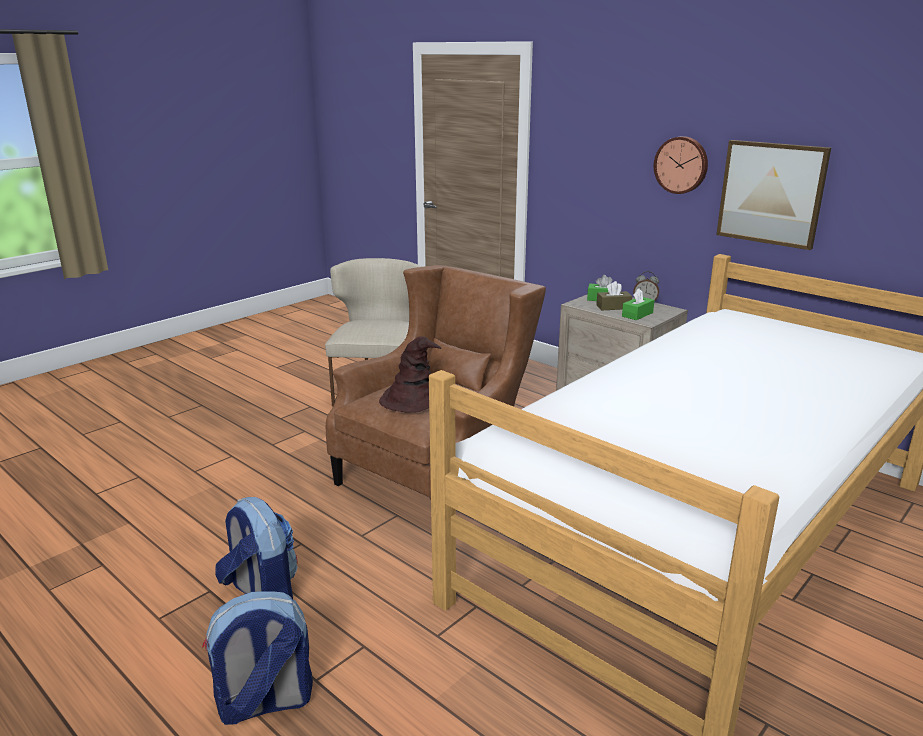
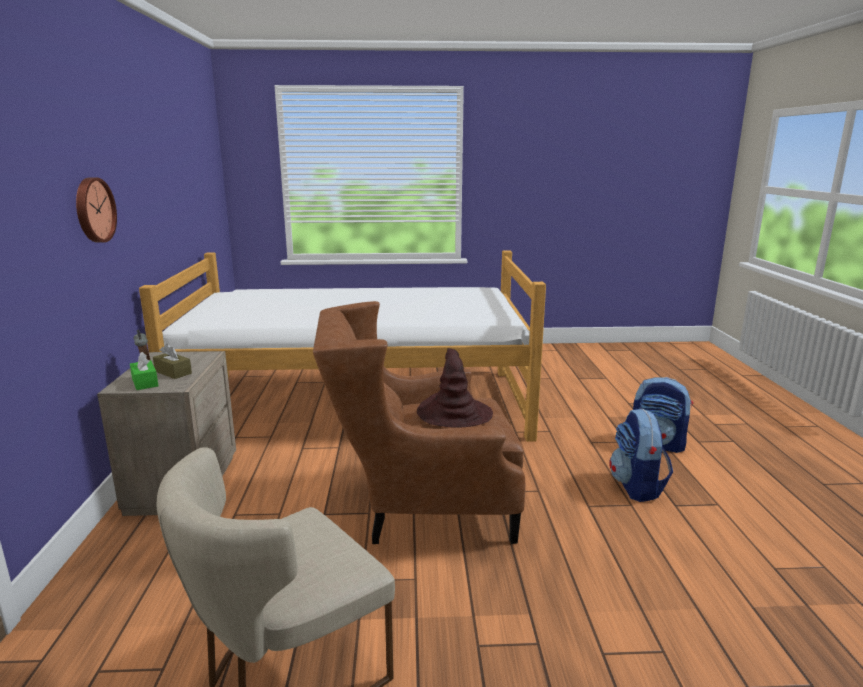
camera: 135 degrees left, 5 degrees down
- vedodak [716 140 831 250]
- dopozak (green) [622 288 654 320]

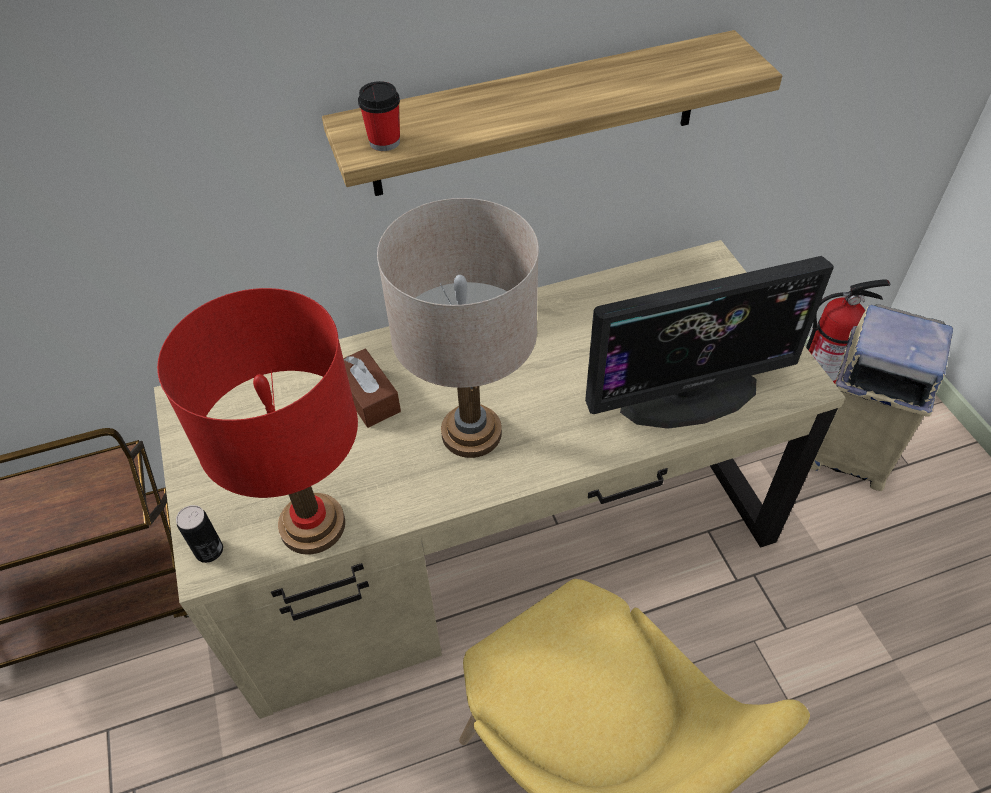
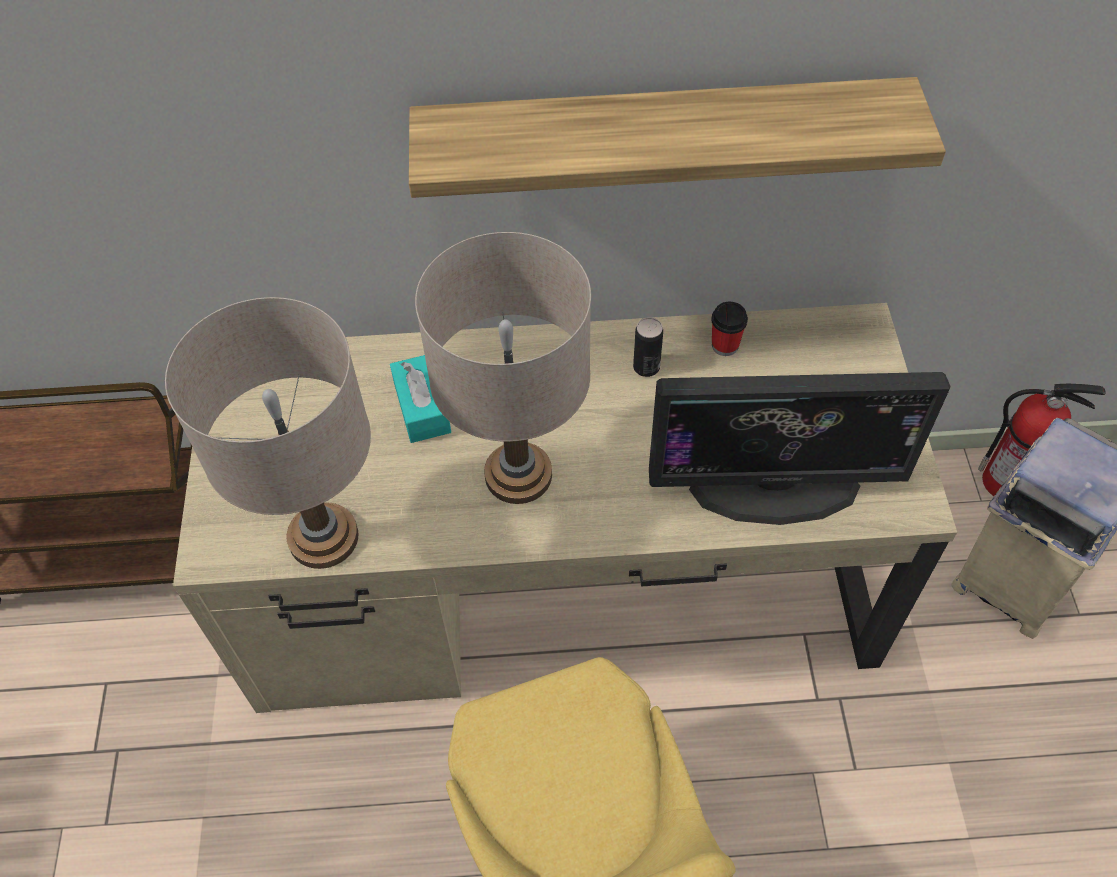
camera: 15 degrees right, 5 degrees up
~ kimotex [358 81 400 151] to [711 302 748 356]
~ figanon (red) [157 288 358 554] to figanon (beige) [165 297 371 569]
~ dopozak (brown) [343 349 401 428] to dopozak (turquoise) [390 355 451 443]
~ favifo [176 505 223 563] to [633 317 663 377]

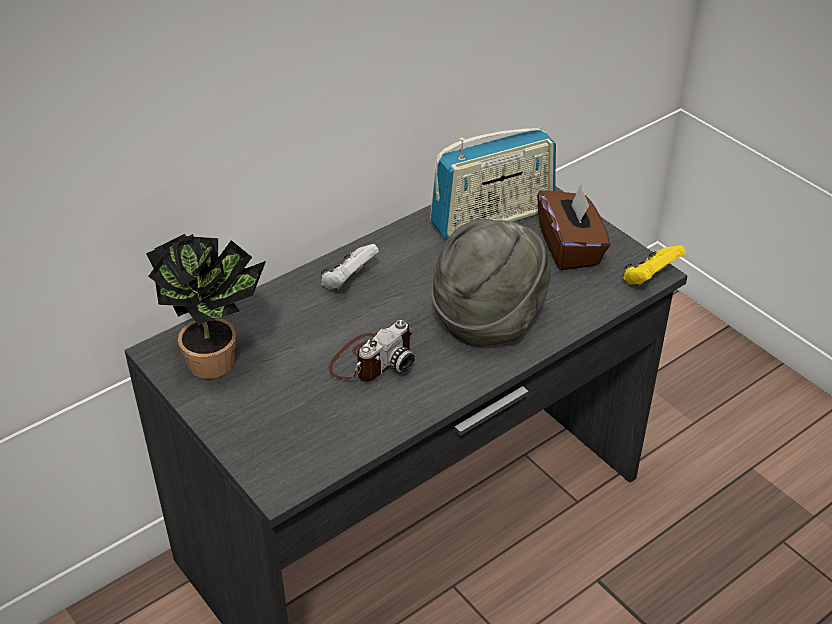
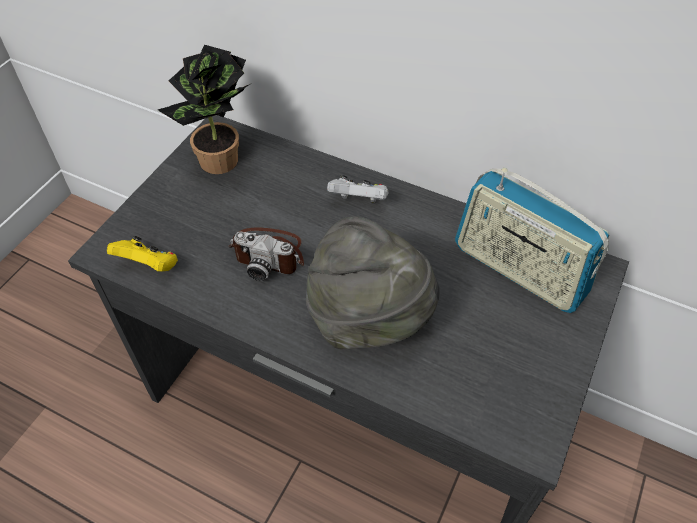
camera: 65 degrees right, 10 degrees up
- dopozak (brown) [537 185 610 270]
~ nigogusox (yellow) [624 245 686 286] to [107 236 178 272]

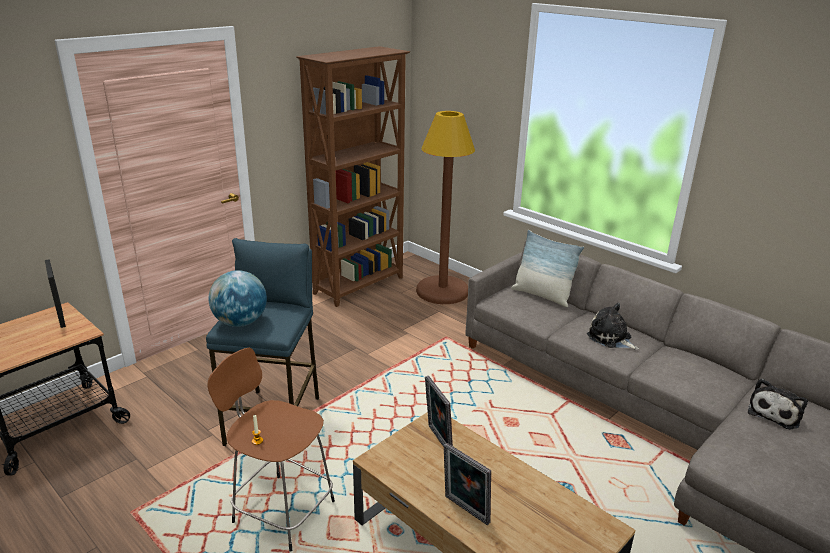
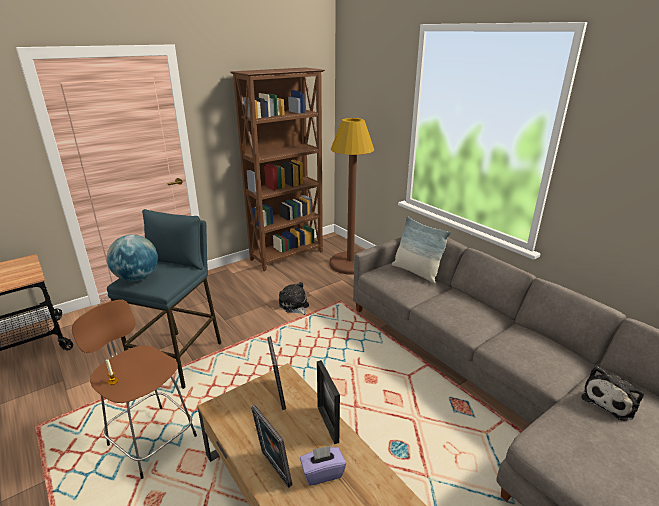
camera: 10 degrees right, 0 degrees up
~ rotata [45 259 66 328] to [317 360 340 444]
~ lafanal [587 303 639 350] to [279 282 309 315]
+ dopozak (purple) [300 446 346 486]

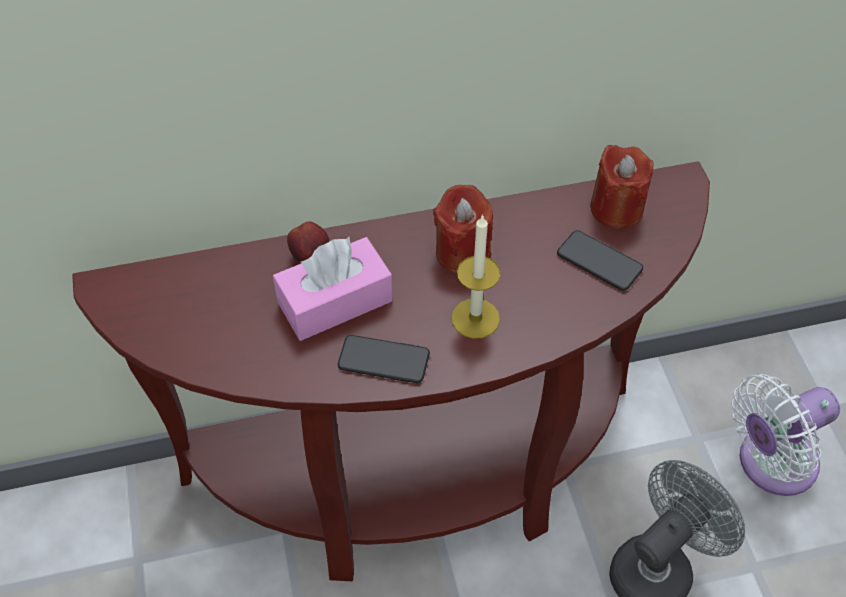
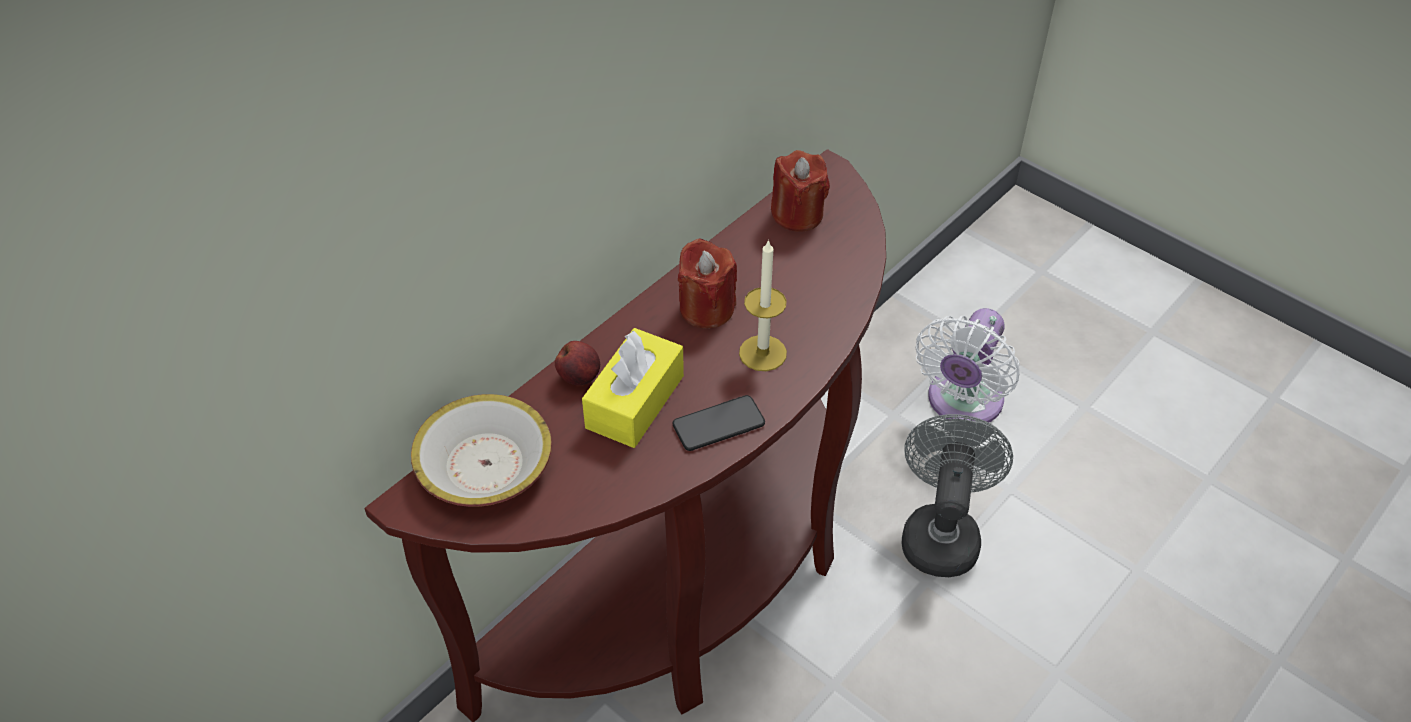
camera: 35 degrees left, 5 degrees down
- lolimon [557 230 643 291]
~ dopozak (pink) [273 237 393 341] to dopozak (yellow) [582 328 684 448]
+ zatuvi [411 394 552 507]

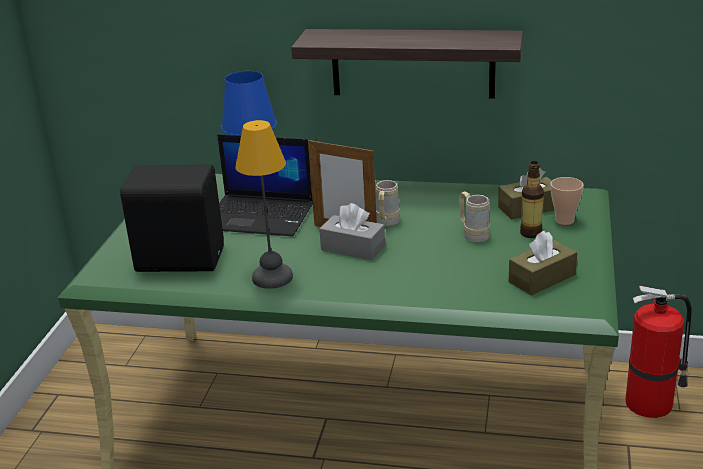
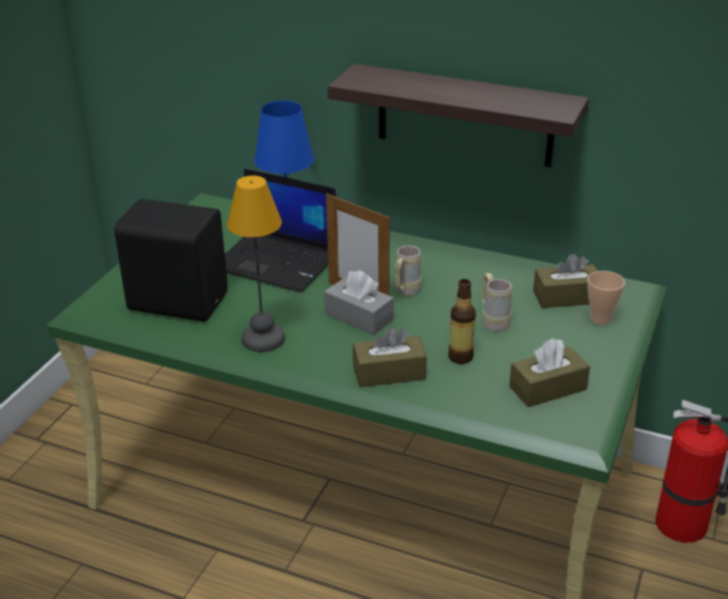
camera: 10 degrees right, 5 degrees up
~ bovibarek [520 161 544 238] to [448 279 476 364]
+ dopozak (brown) [353 327 427 387]

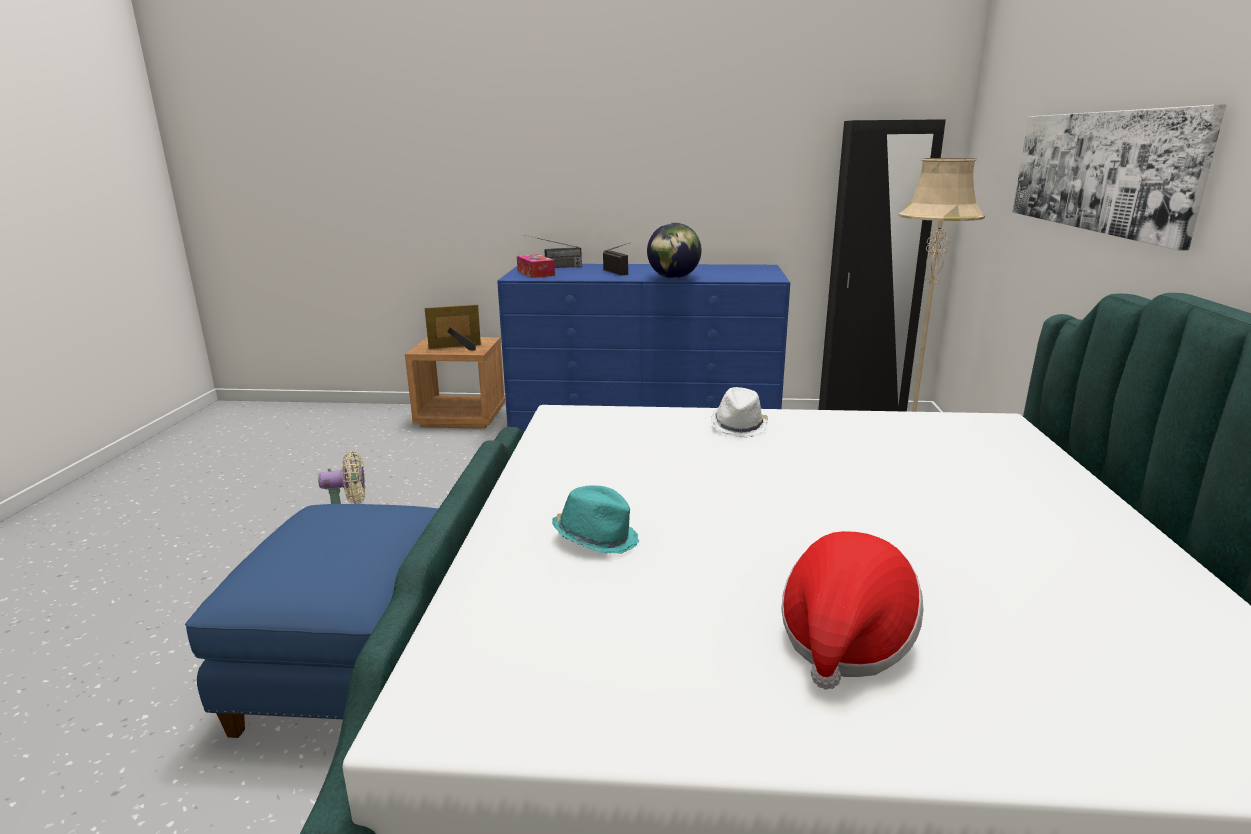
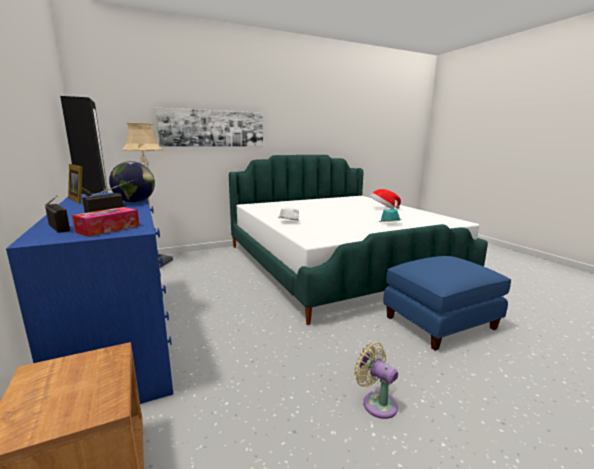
camera: 120 degrees left, 5 degrees down
~ rotata [424 304 481 350] to [68 164 92 204]

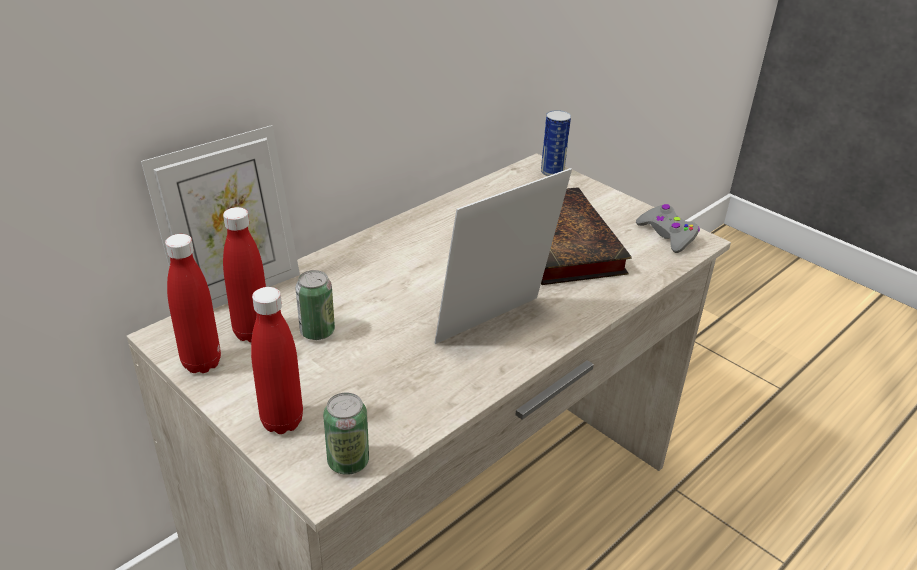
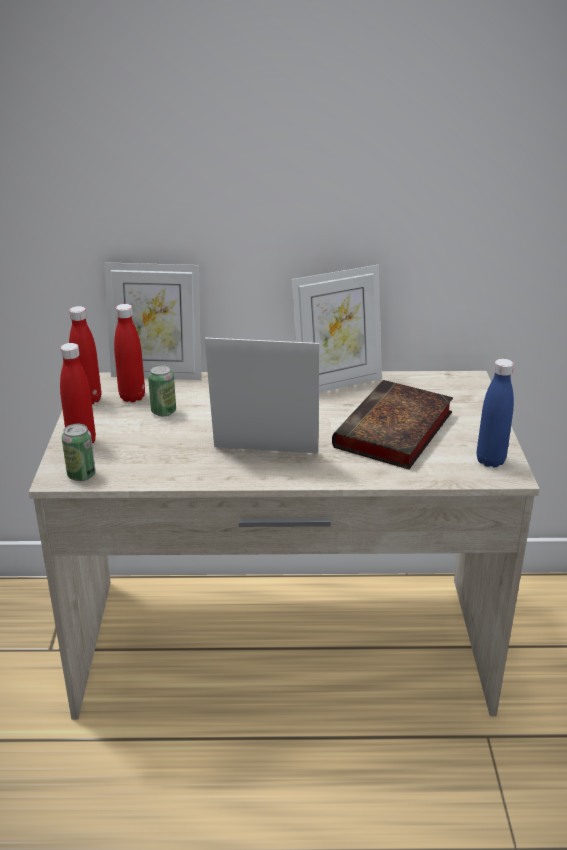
camera: 45 degrees right, 5 degrees down
- favifo [541 110 571 176]
~ nigogusox (grey) [636 204 700 253] to bovibarek (blue) [477 359 514 467]
+ rotata [291 265 382 393]

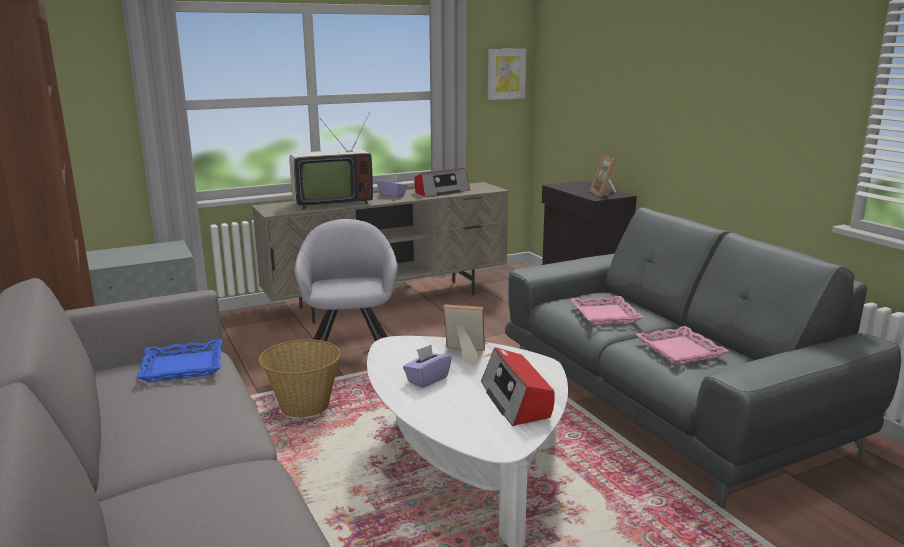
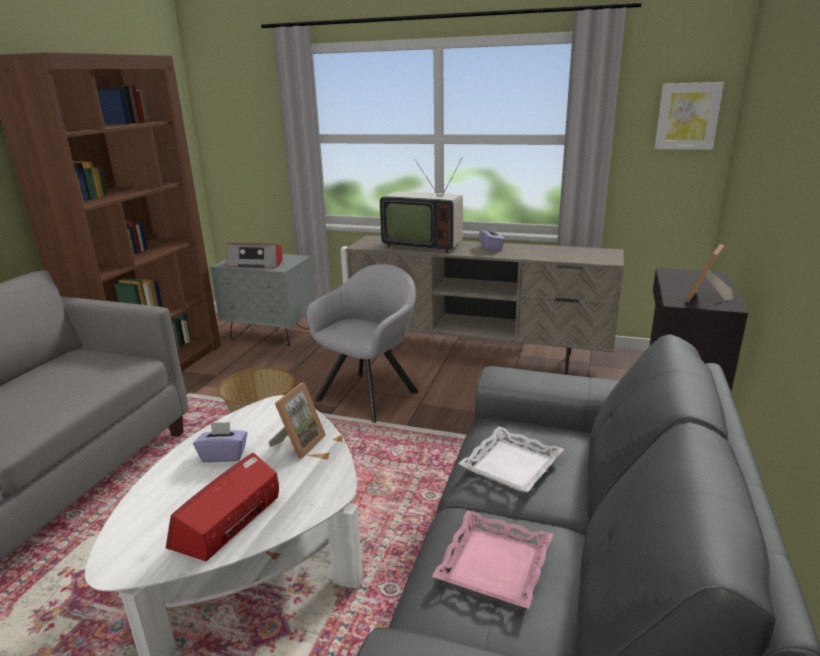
camera: 45 degrees right, 5 degrees up
~ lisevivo [414 168 470 197] to [225 243 283 268]
~ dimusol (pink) [571 296 644 325] to dimusol (white) [459 426 564 492]
~ rotata [443 304 485 365] = [269 382 326 459] 60 degrees clockwise
- dimusol (blue) [136 339 222 382]

